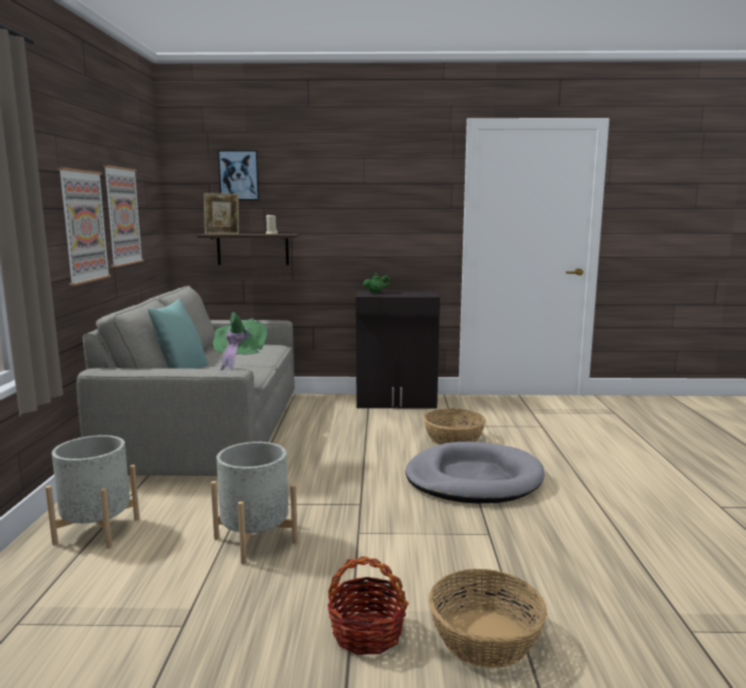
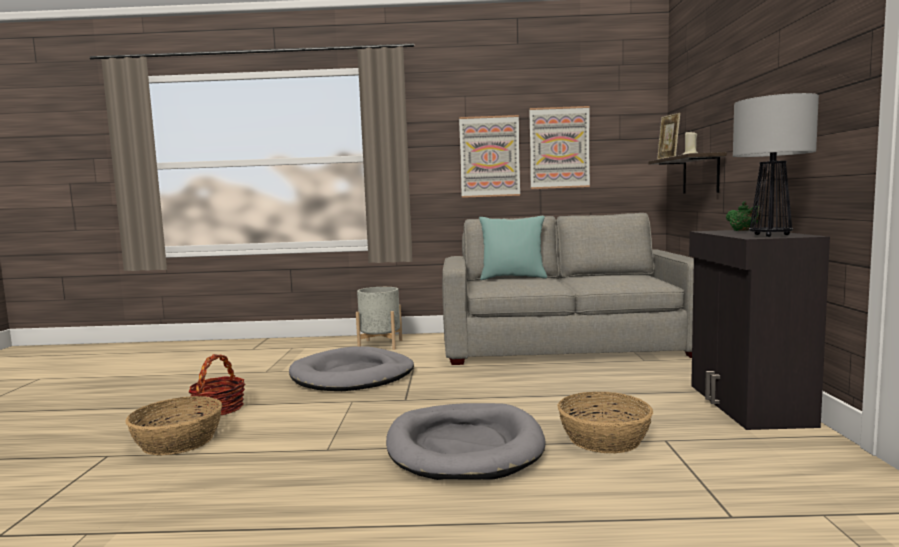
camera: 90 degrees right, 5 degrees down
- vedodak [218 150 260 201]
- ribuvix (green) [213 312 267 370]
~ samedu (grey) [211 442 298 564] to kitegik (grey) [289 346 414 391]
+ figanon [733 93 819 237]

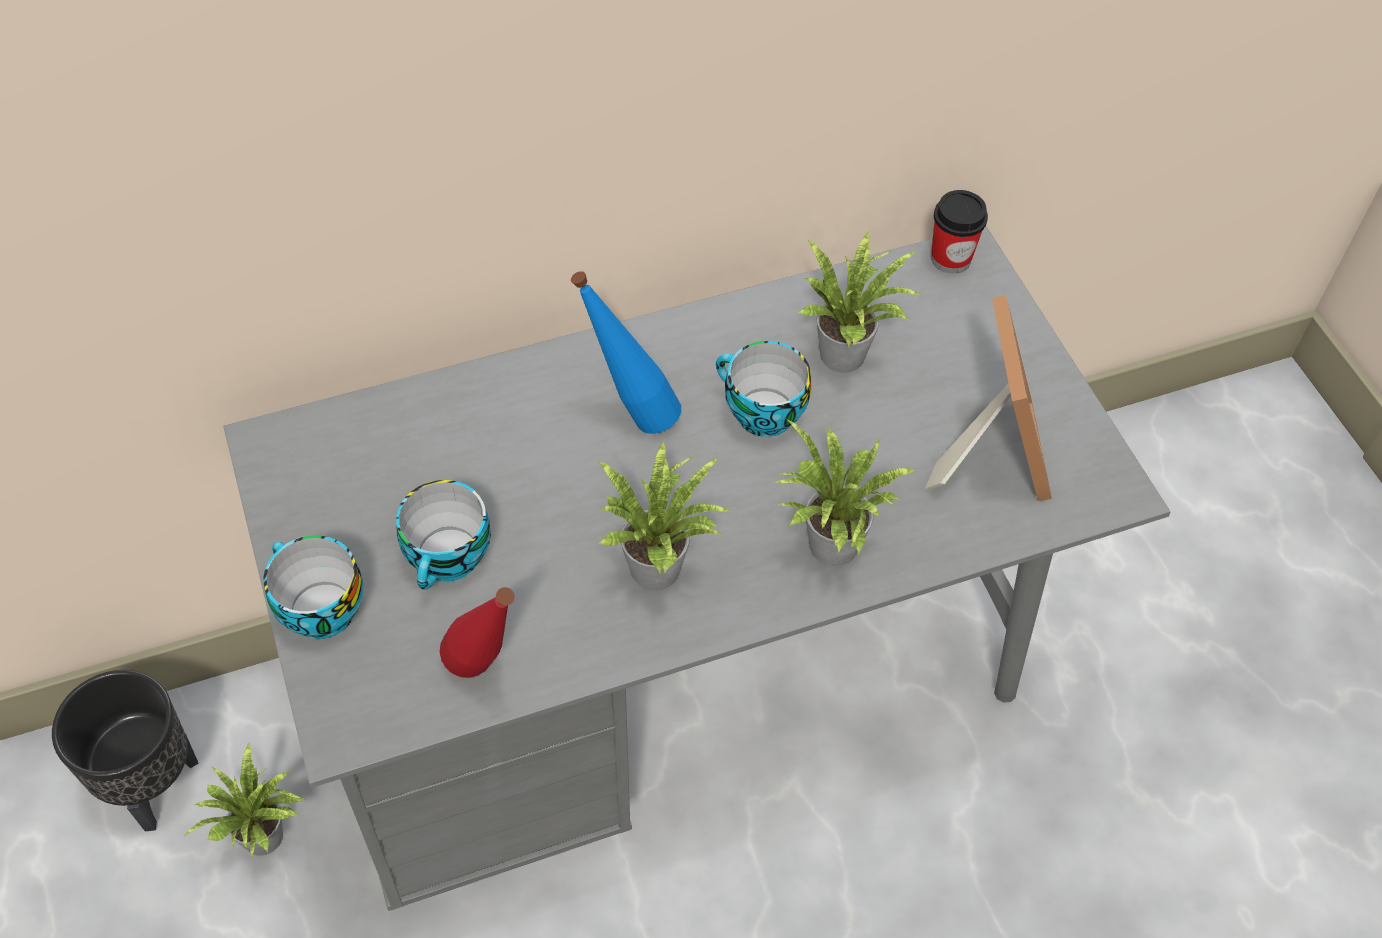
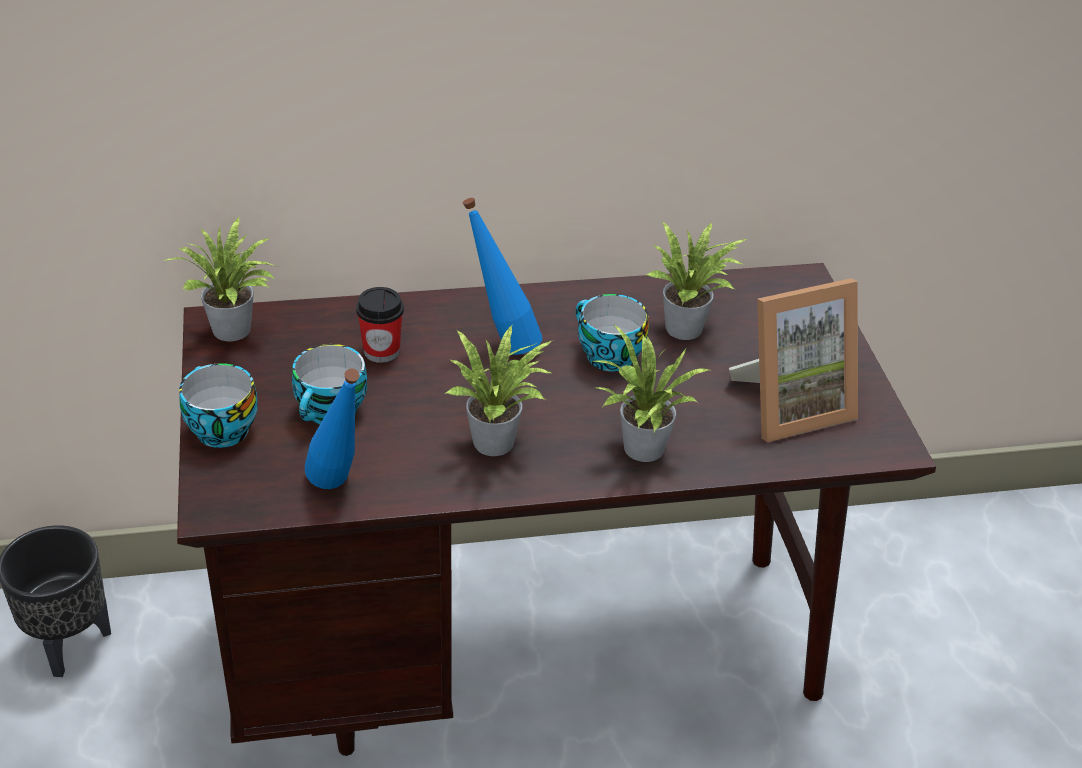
camera: 10 degrees right, 15 degrees down
~ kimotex [931 190 988 274] to [356 287 404 363]
~ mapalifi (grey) [223 226 1171 911] to mapalifi (brown) [177 263 936 756]
~ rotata [925 295 1052 501] = [729 278 858 442] 60 degrees clockwise
~ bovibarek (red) [440 587 515 678] to bovibarek (blue) [305 369 360 489]
~ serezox [184 742 306 858] to [164 217 278 341]

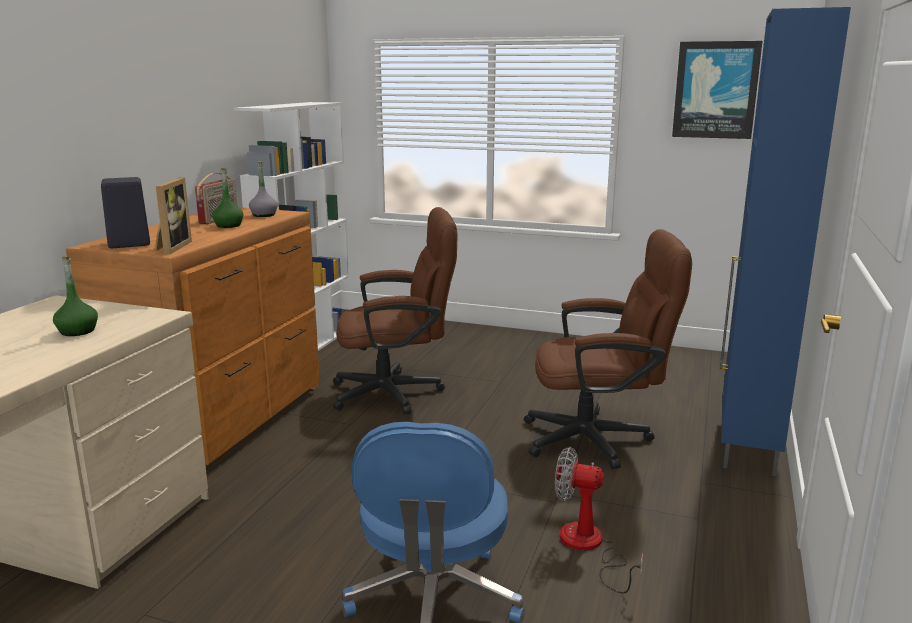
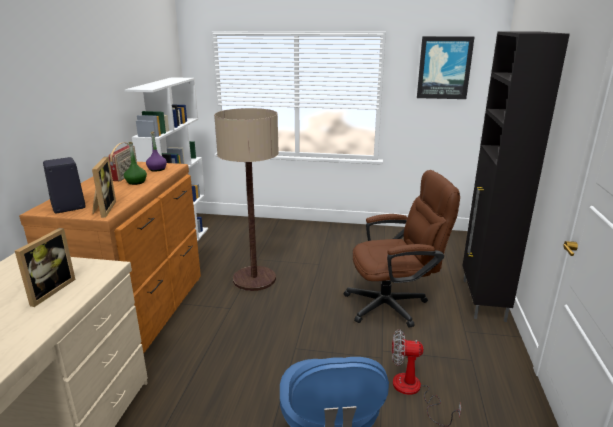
camera: 10 degrees left, 5 degrees up
~ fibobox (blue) [720 7 851 476] to fibobox (black) [463 31 570 322]
~ bovibarek (grey) [249 161 278 217] to bovibarek (purple) [146 131 167 172]
~ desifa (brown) [333 207 457 415] to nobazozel [214 108 279 291]
~ bovibarek (green) [53 256 98 336] to rotata [15 228 76 307]

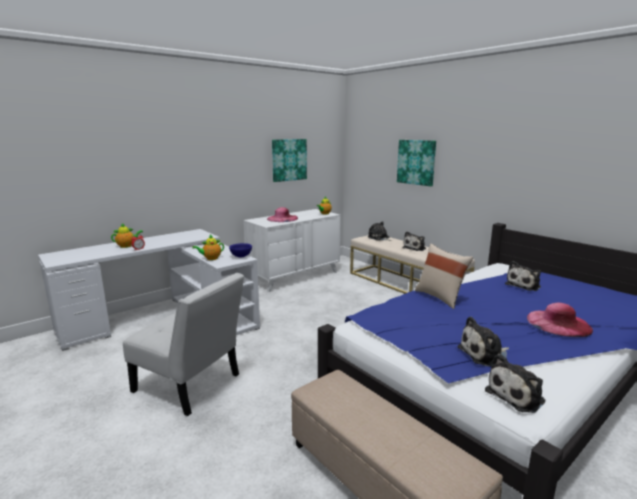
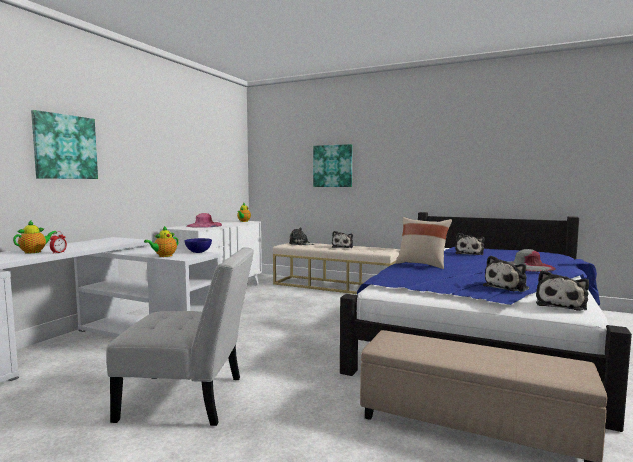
camera: 25 degrees left, 10 degrees down
~ vedodak [272 139 307 182] to [31 110 98 179]
~ ribuvix (pink) [527 303 593 337] to ribuvix (grey) [507 249 556 272]

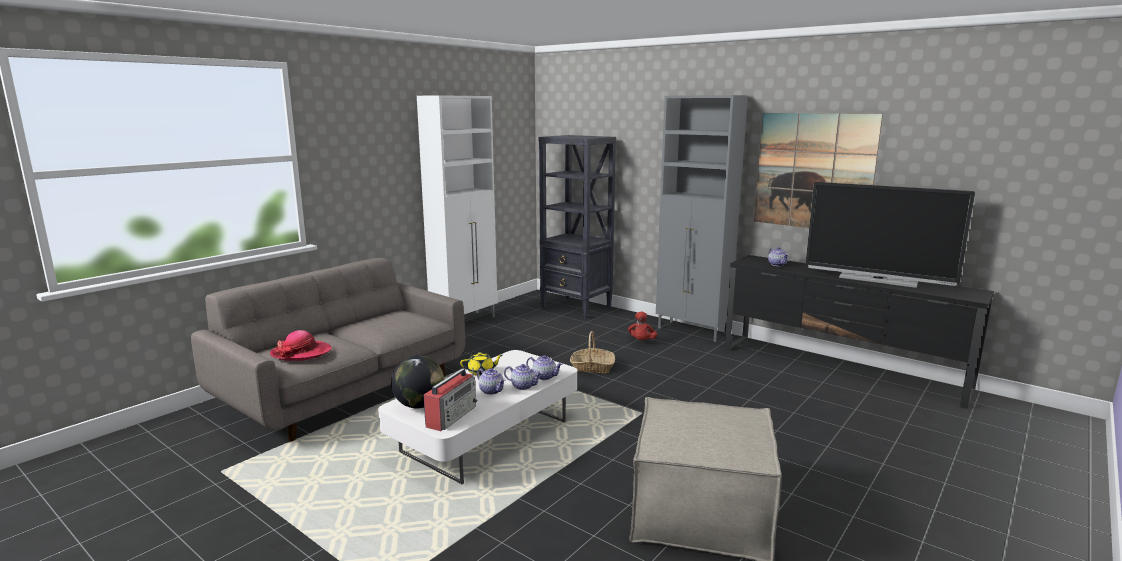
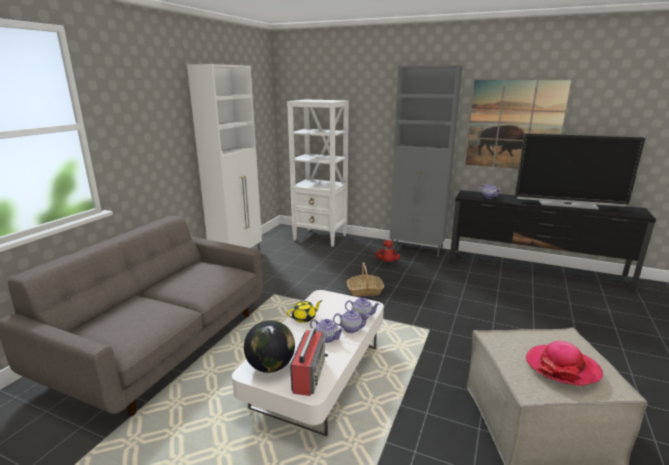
camera: 15 degrees left, 5 degrees up
~ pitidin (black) [539 135 616 319] to pitidin (white) [287 99 349 247]
~ ribuvix [270 330 332 361] to [526 341 603 386]

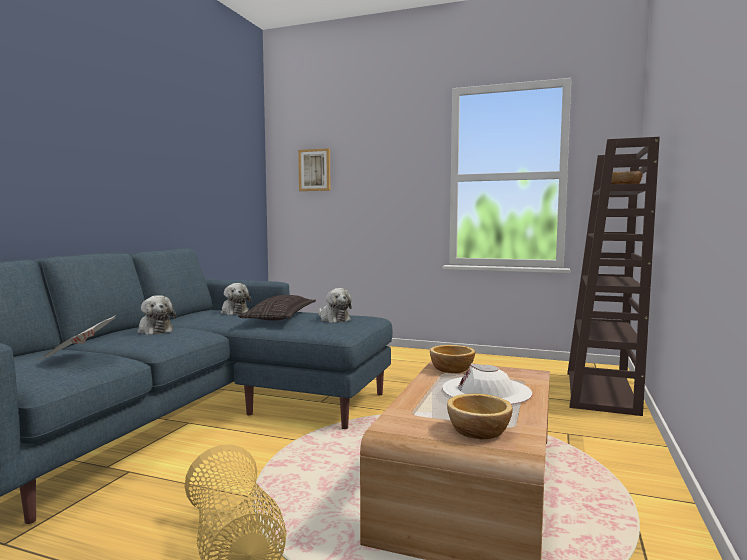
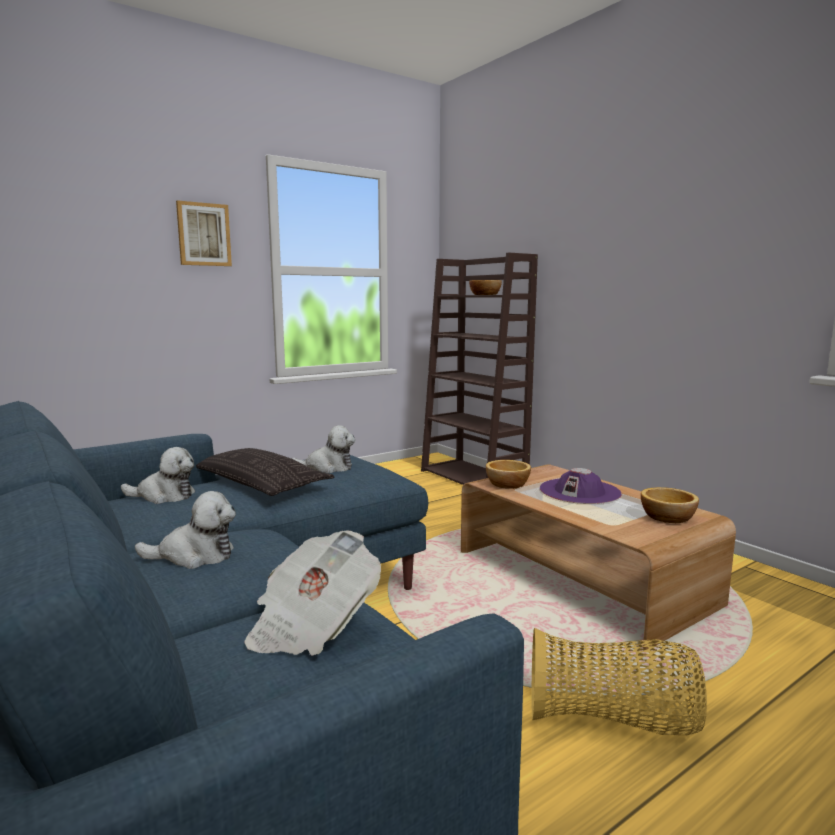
camera: 55 degrees left, 5 degrees up
~ vedodak [298 148 330 191] to [176 200 232 266]
~ ribuvix (white) [442 363 532 405] to ribuvix (purple) [540 468 621 504]

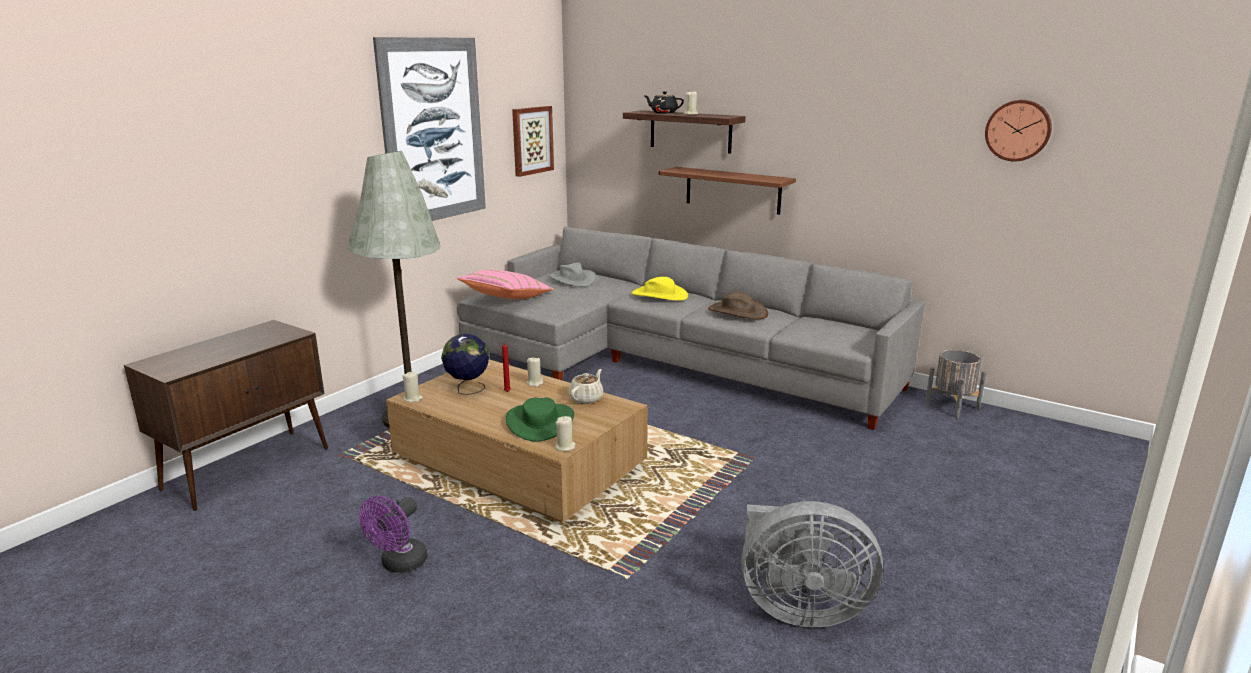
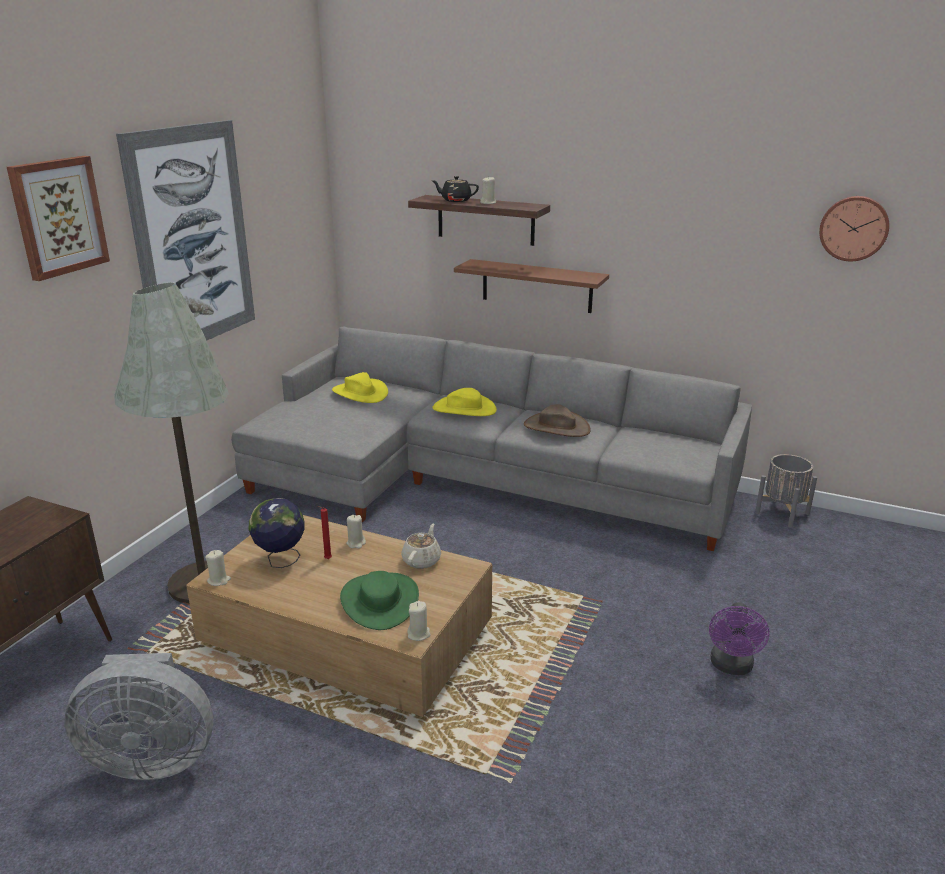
camera: 10 degrees left, 5 degrees up
~ vedodak [512 106 554 177] to [7 156 110 281]
~ ribuvix (grey) [549 262 597 287] to ribuvix (yellow) [332 372 388 403]
- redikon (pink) [457 269 554 299]
~ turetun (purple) [359 496 428 573] to [709 602 770 675]
~ turetun (grey) [741 501 883 627] to [64 653 213 780]

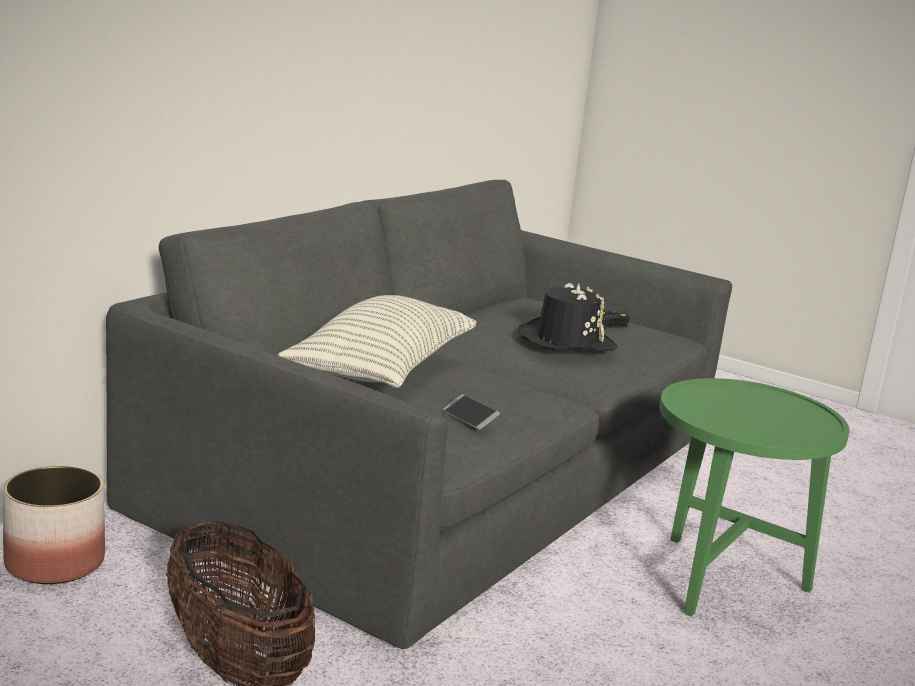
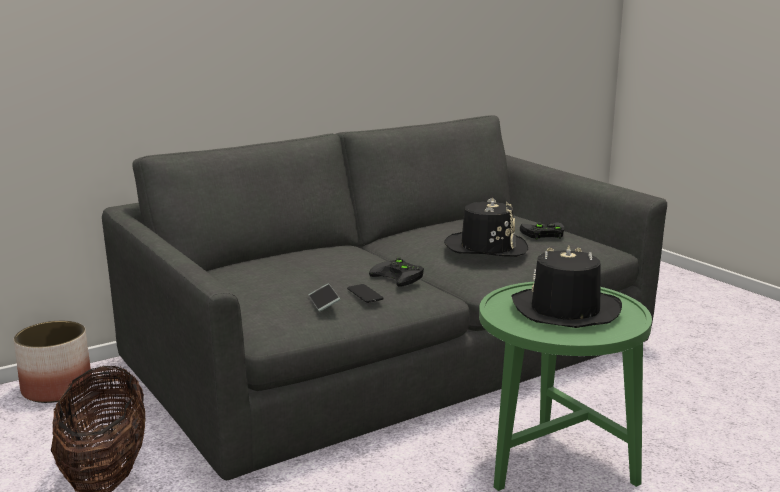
camera: 25 degrees right, 0 degrees up
- redikon [277 295 477 388]
+ ribuvix (black) [511 246 622 328]
+ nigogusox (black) [369 257 424 287]
+ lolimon [347 284 384 303]

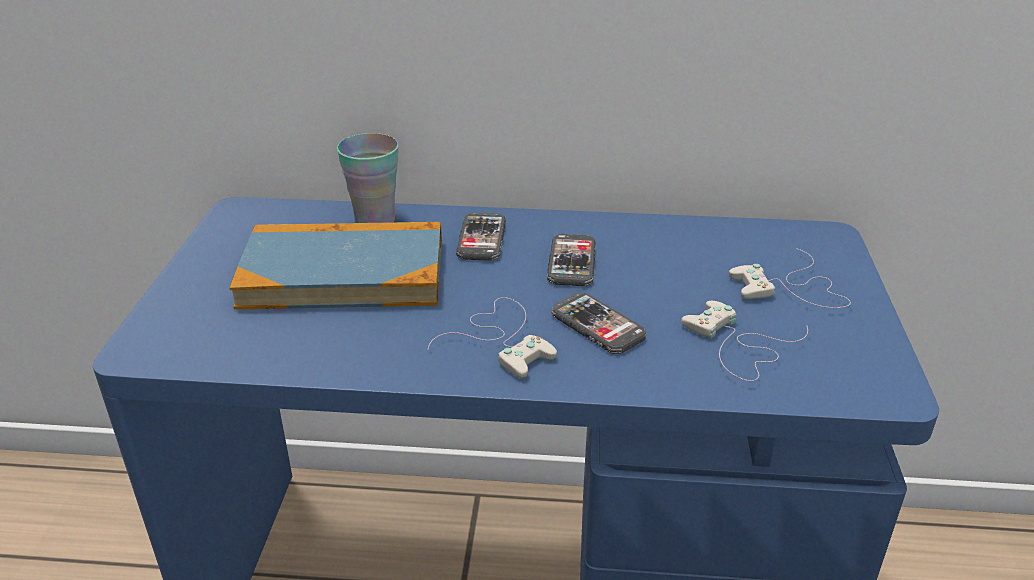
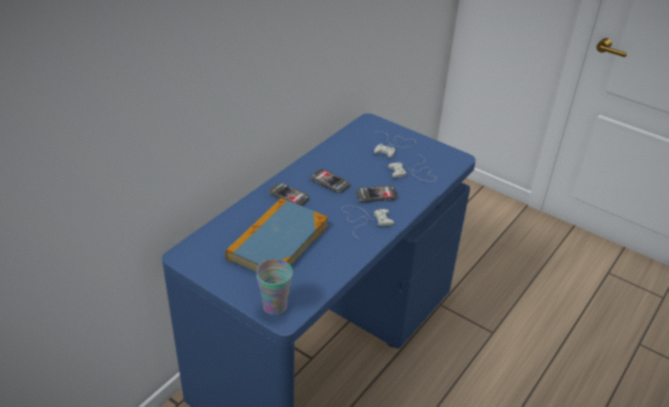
camera: 60 degrees left, 5 degrees up
~ kimotex [337 133 399 223] to [256 259 293 315]

